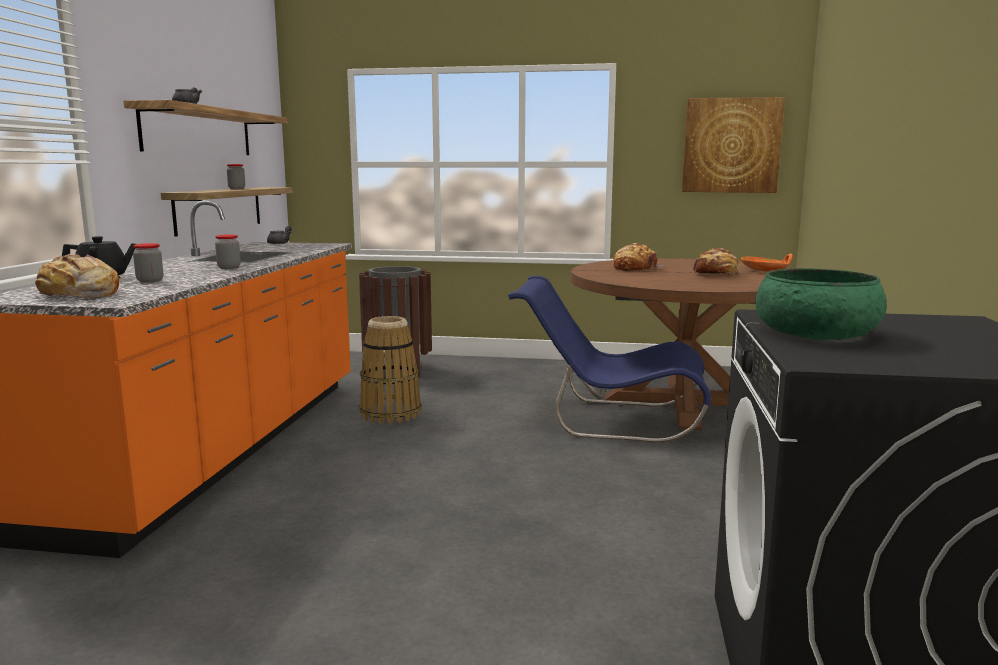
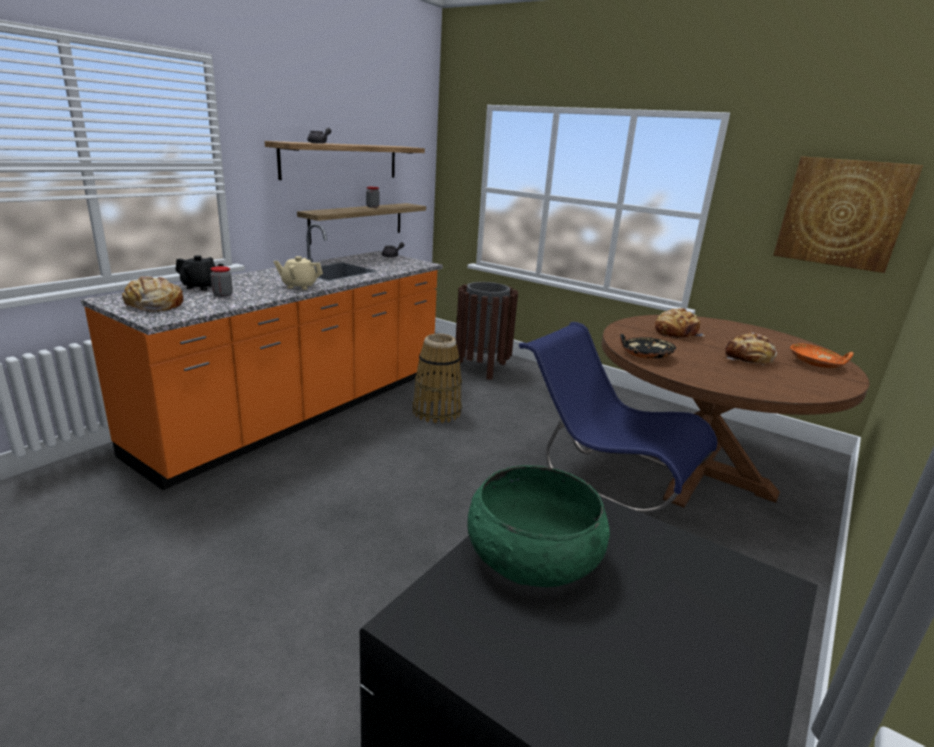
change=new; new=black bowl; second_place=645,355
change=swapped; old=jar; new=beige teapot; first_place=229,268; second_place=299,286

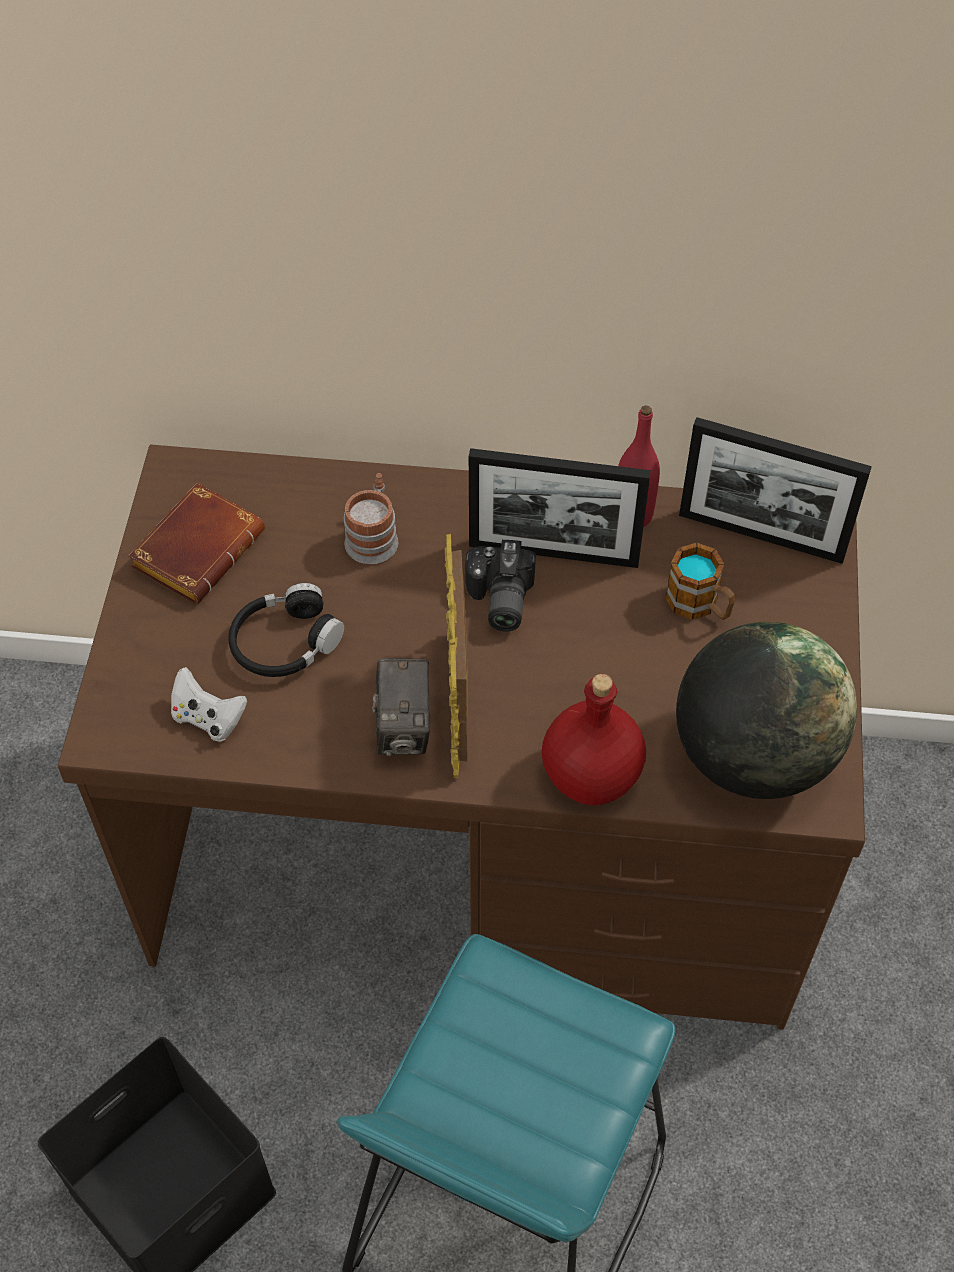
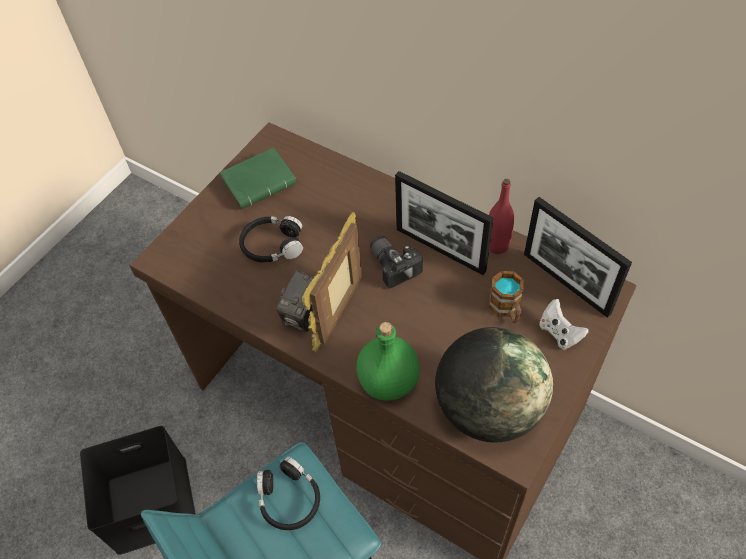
change=gone; old=mug; first_place=373,536
change=new; new=black headphones; second_place=289,498
change=shifted; old=white game controller; first_place=208,718; second_place=559,333
change=repainted; old=brown book; new=green book; first_place=198,547; second_place=260,181
change=repainted; old=red bottle; new=green bottle; first_place=591,778; second_place=388,382
change=rotated; old=photo camera; first_place=497,600; second_place=395,264; degrees=120

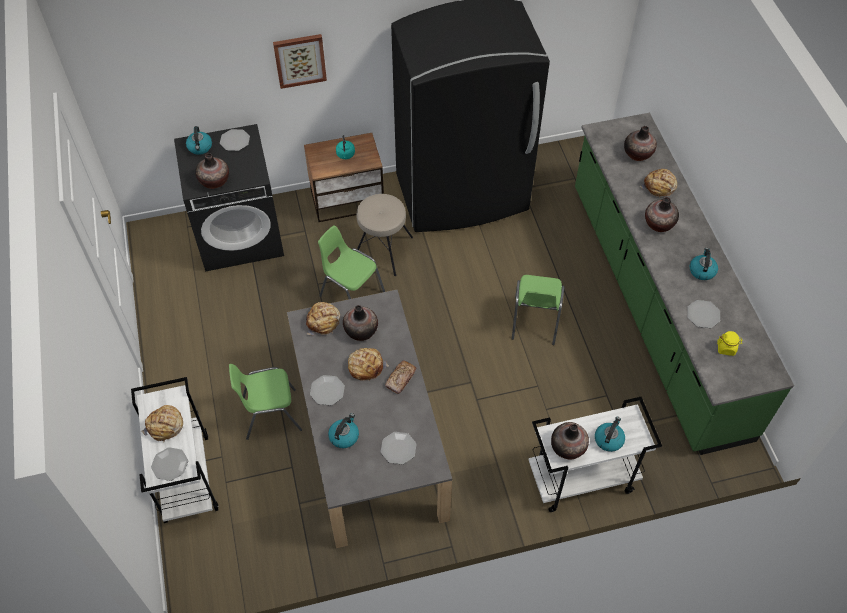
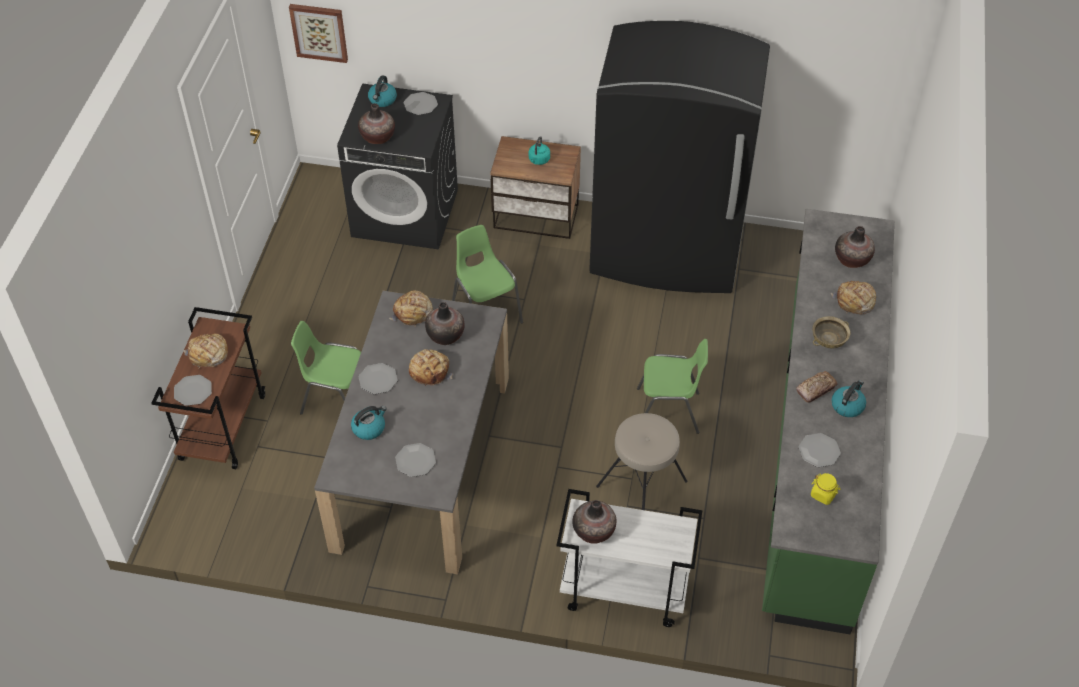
change=gone; old=kettle; first_place=608,439
change=shifted; old=picture; first_place=300,60; second_place=319,32
change=shifted; old=beige stool; first_place=383,250; second_place=642,484
change=shifted; old=bread; first_place=401,379; second_place=816,389
change=swapped; old=vase; new=beige bowl; first_place=659,223; second_place=829,340
change=repainted; old=white cart; new=brown cart; first_place=186,477; second_place=223,426
change=rotated; old=green chair; first_place=534,321; second_place=668,412; degrees=-120

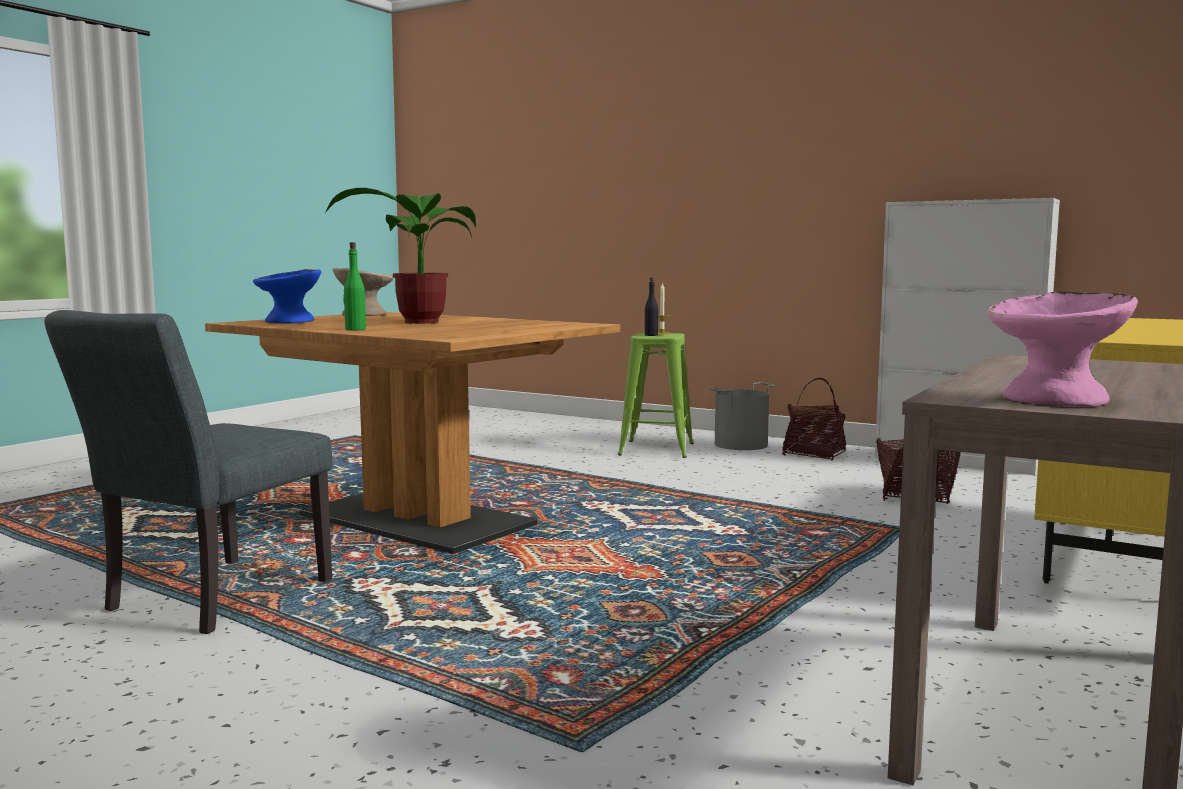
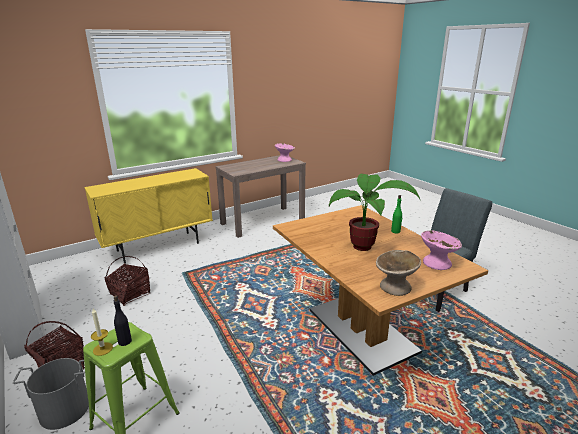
change=repainted; old=blue bowl; new=pink bowl; first_place=290,321; second_place=437,263

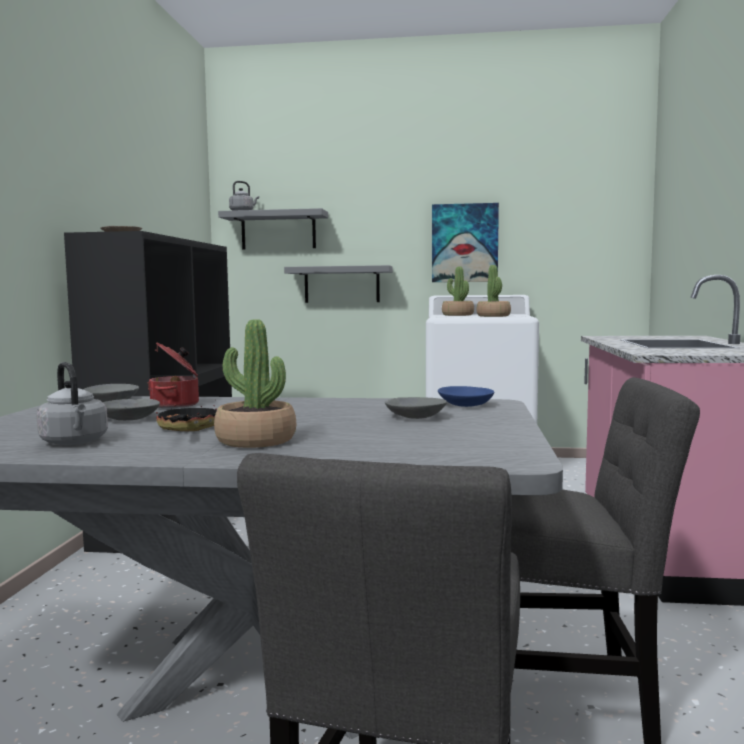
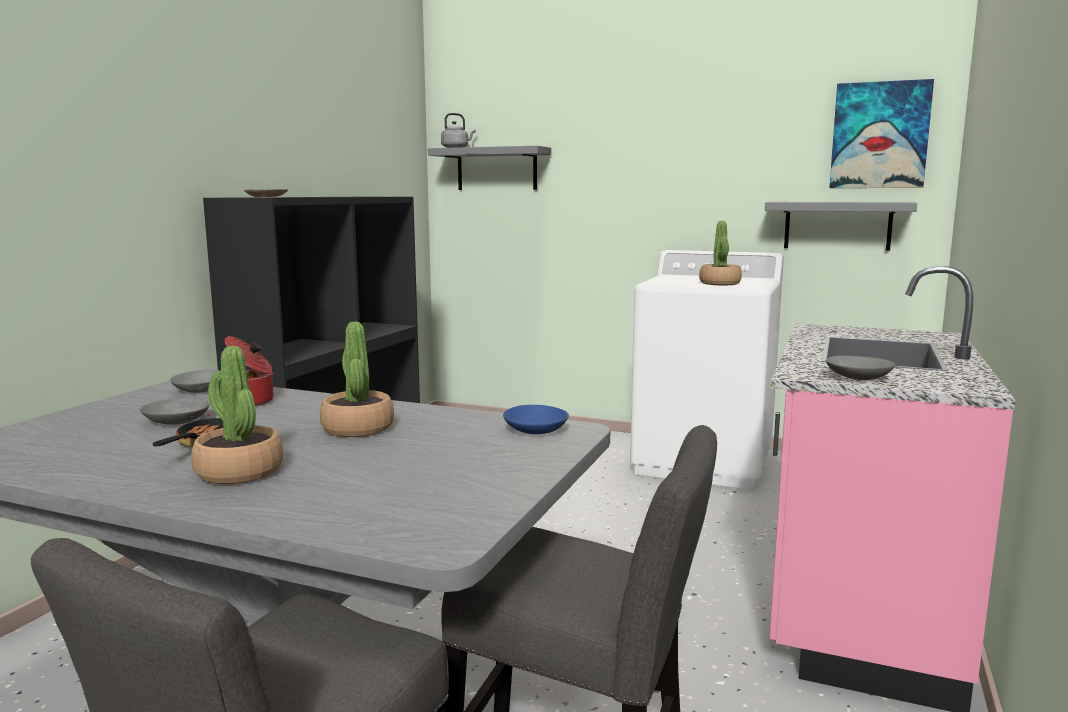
change=gone; old=grey kettle; first_place=75,442
change=shifted; old=grey shelf; first_place=342,284; second_place=837,225
change=shifted; old=grey bowl; first_place=415,417; second_place=858,377
change=shifted; old=picture; first_place=464,243; second_place=879,135
change=shifted; old=potted plant; first_place=457,315; second_place=357,428

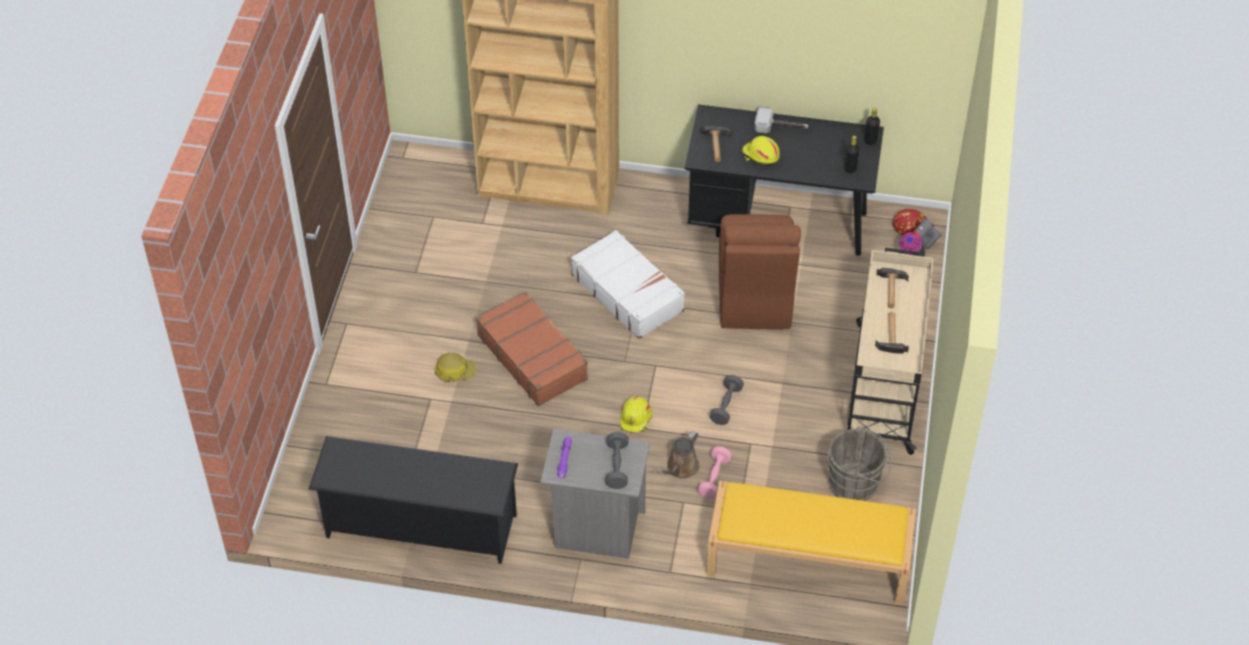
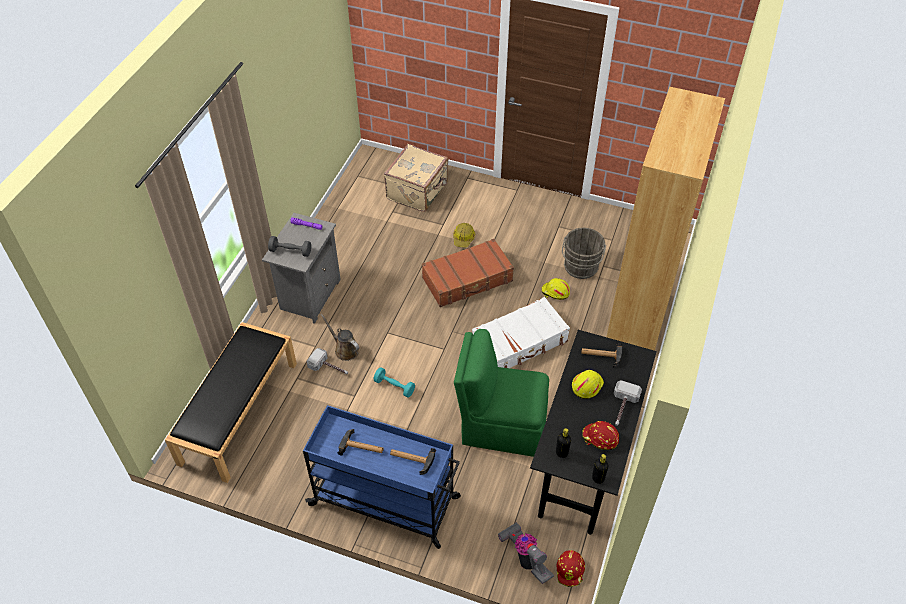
change=gone; old=black shoe rack; first_place=420,526
change=new; new=beige suitcase; second_place=418,191
change=new; new=red hard hat; second_place=600,438
change=shifted; old=yellow hard hat; first_place=636,419; second_place=555,292
change=shifted; old=grey bucket; first_place=856,483; second_place=580,268
change=swapped; old=pink dumbbell; new=hammer; first_place=714,478; second_place=330,368
change=repainted; old=yellow bench; new=black bench; first_place=807,560; second_place=239,411
change=repainted; old=grey dumbbell; new=turquoise dumbbell; first_place=726,405; second_place=394,386
change=repainted; old=brown chair; new=green chair; first_place=754,297; second_place=501,425
change=repainted; old=beige cart; new=blue cart; first_place=883,385; second_place=386,501

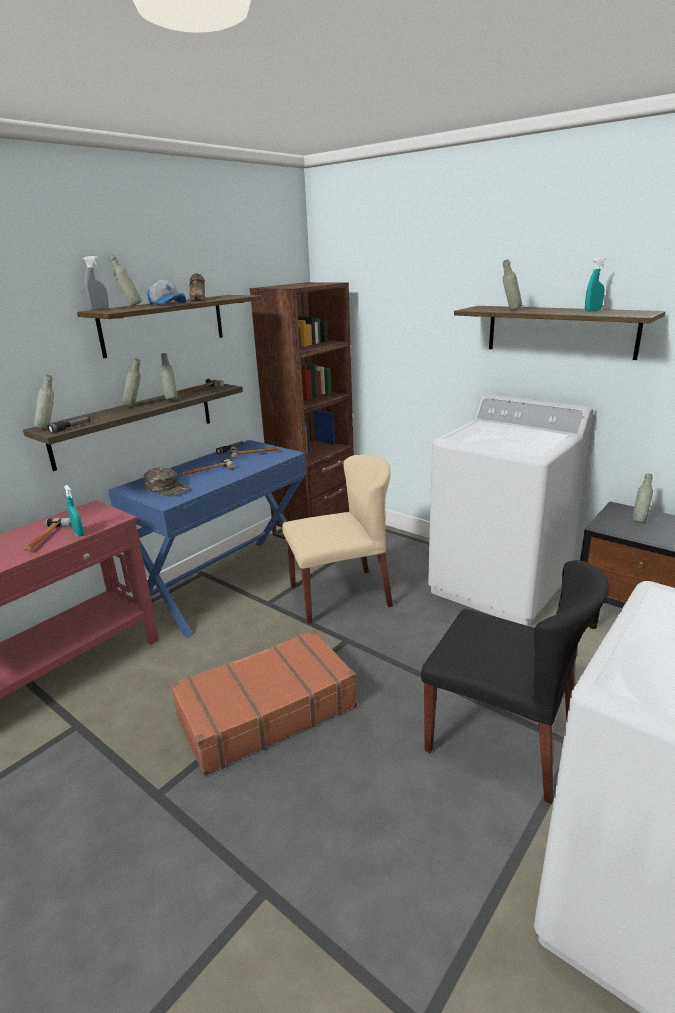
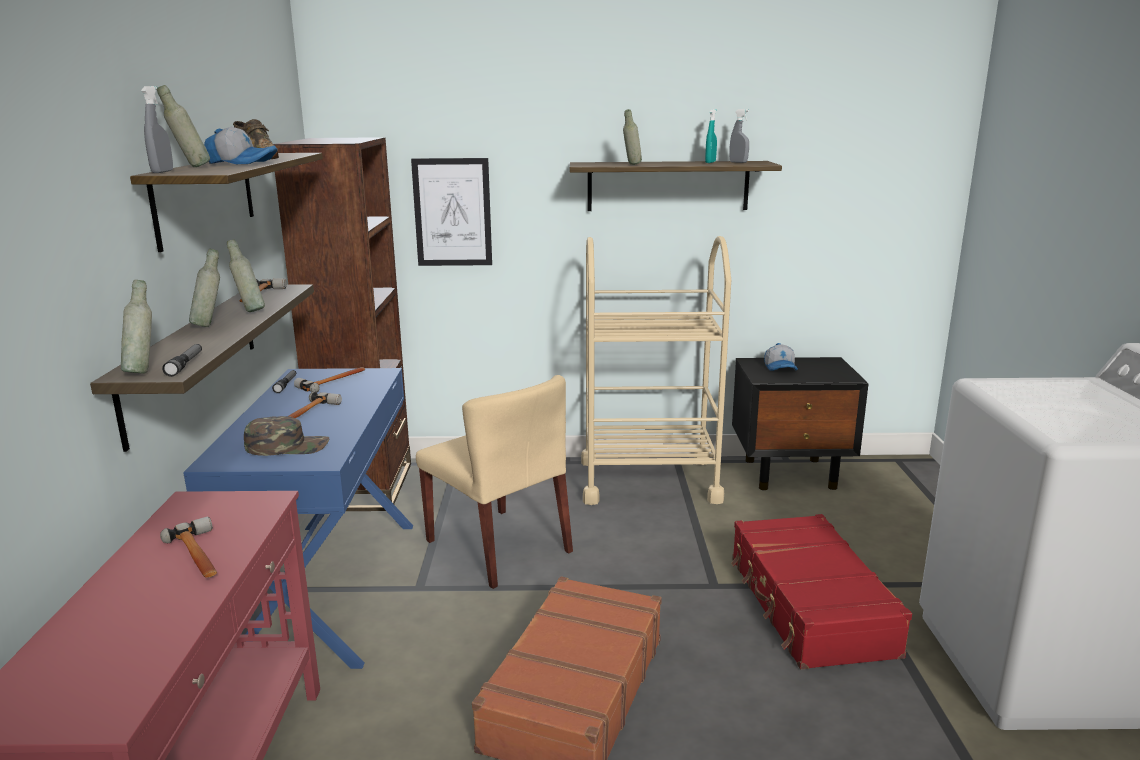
change=gone; old=turquoise spray bottle; first_place=78,533
change=new; new=picture; second_place=452,212
change=new; new=grey spray bottle; second_place=738,162
change=swapped; old=black chair; new=red suitcase; first_place=502,739; second_place=808,606
change=swapped; old=white washing machine; new=beige cart; first_place=499,586; second_place=648,481
change=swapped; old=grey bottle; new=cap; first_place=639,520; second_place=781,367
change=rotated; old=beige chair; first_place=340,595; second_place=499,546; degrees=105

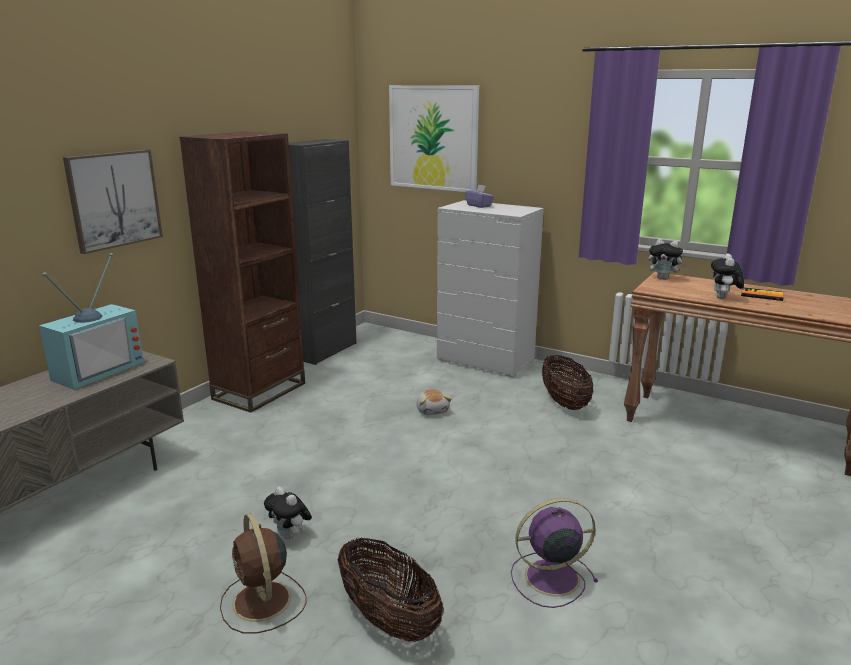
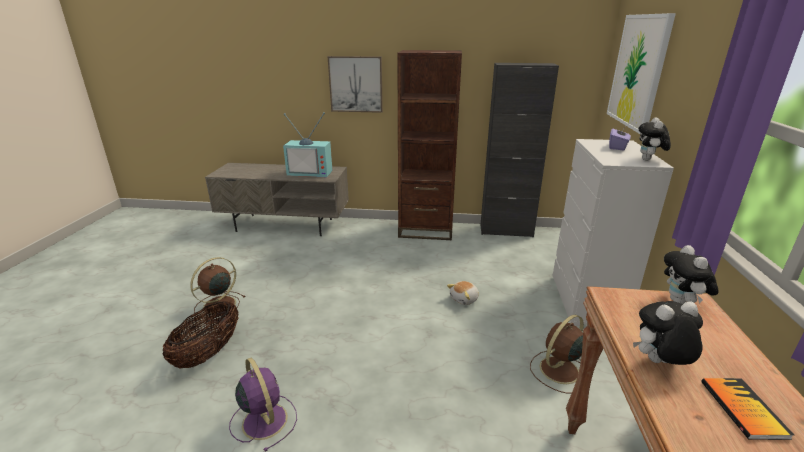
change=shifted; old=plush toy; first_place=290,536; second_place=648,160
change=swapped; old=basket; new=brown fan; first_place=564,403; second_place=558,371

